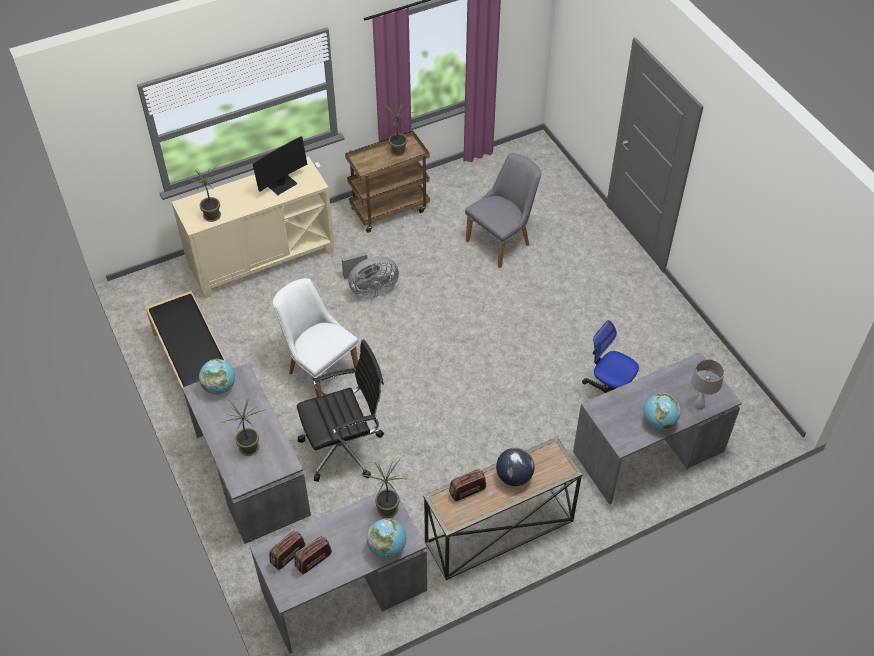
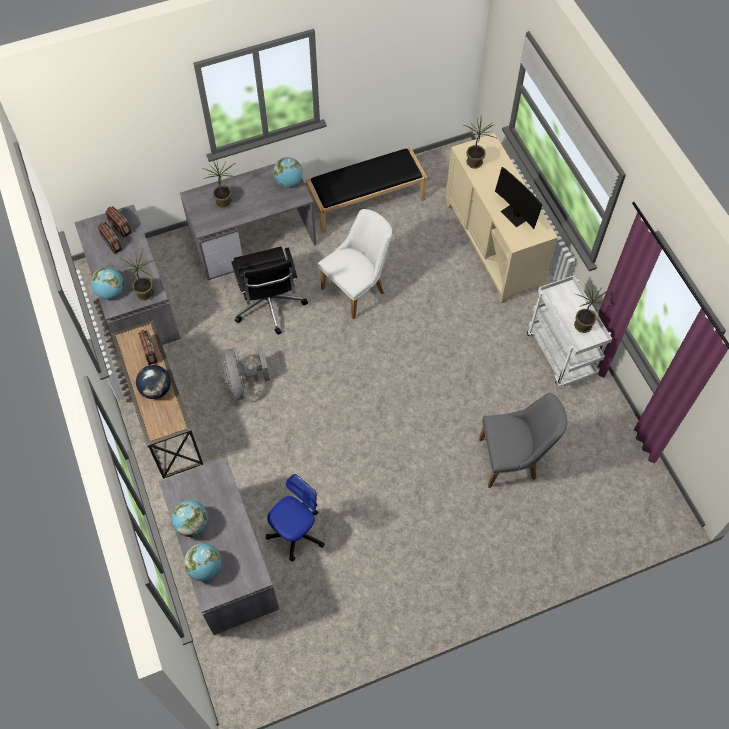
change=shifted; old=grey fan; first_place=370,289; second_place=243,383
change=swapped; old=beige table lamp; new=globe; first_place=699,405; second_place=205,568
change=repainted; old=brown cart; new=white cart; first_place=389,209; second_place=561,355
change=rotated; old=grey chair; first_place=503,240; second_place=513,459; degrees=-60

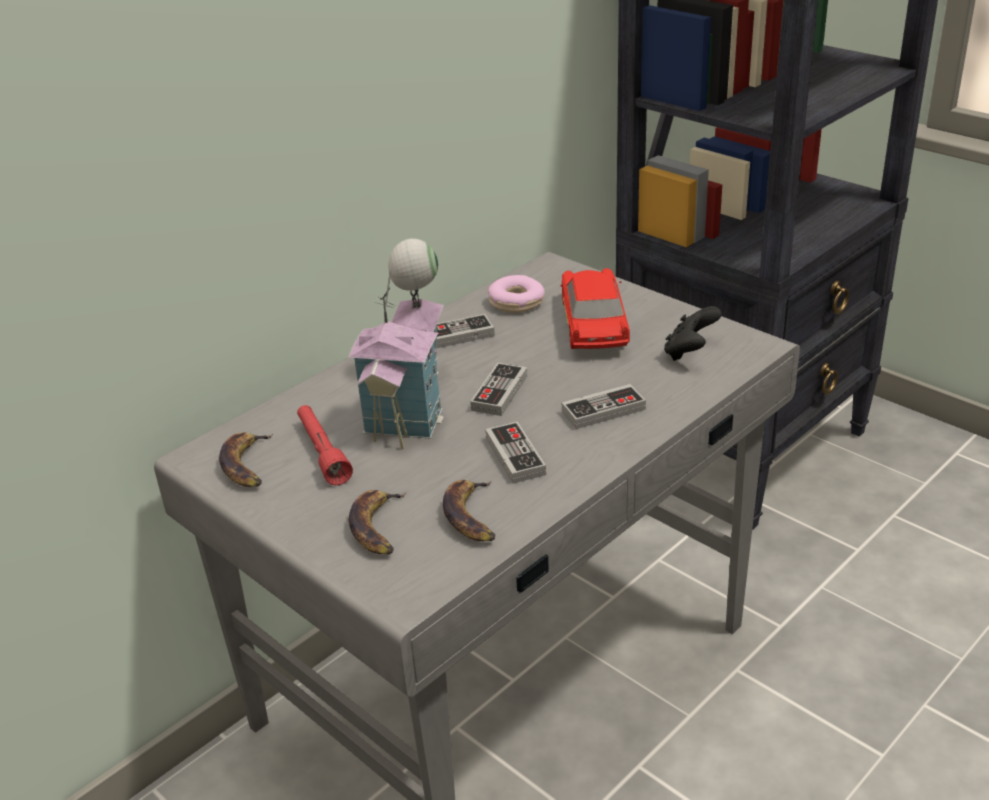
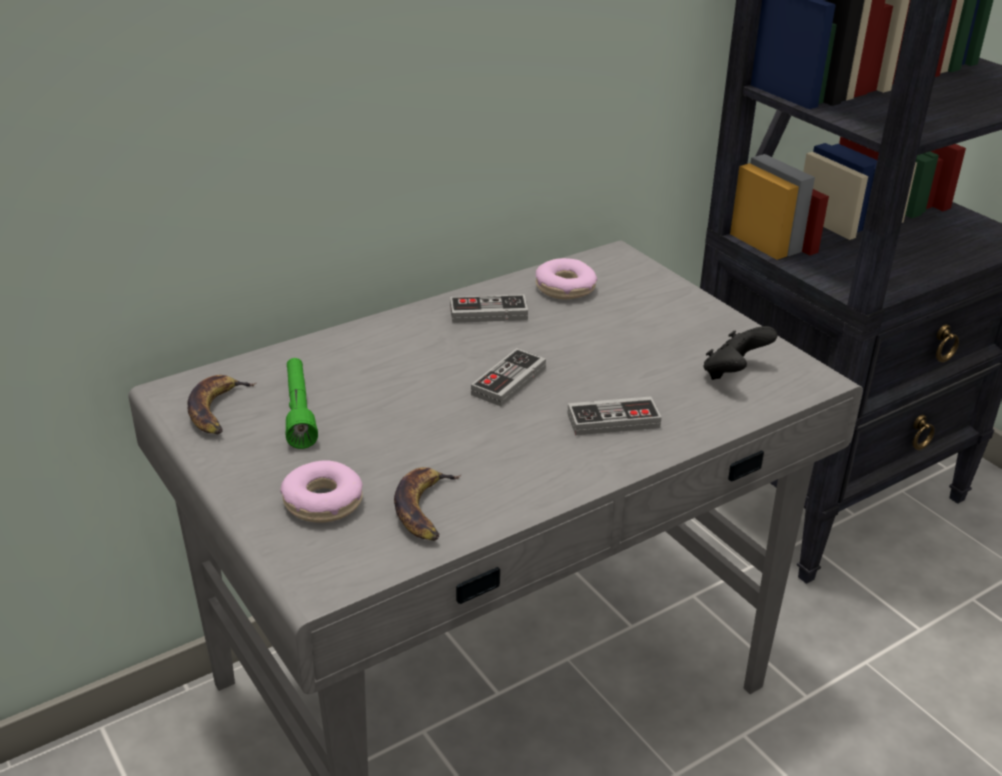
change=gone; old=toy house; first_place=411,404
change=gone; old=game controller; first_place=515,456
change=gone; old=red toy car; first_place=593,324
change=swapped; old=banana; new=donut; first_place=378,527; second_place=323,502
change=repainted; old=red flashlight; new=green flashlight; first_place=322,452; second_place=299,411

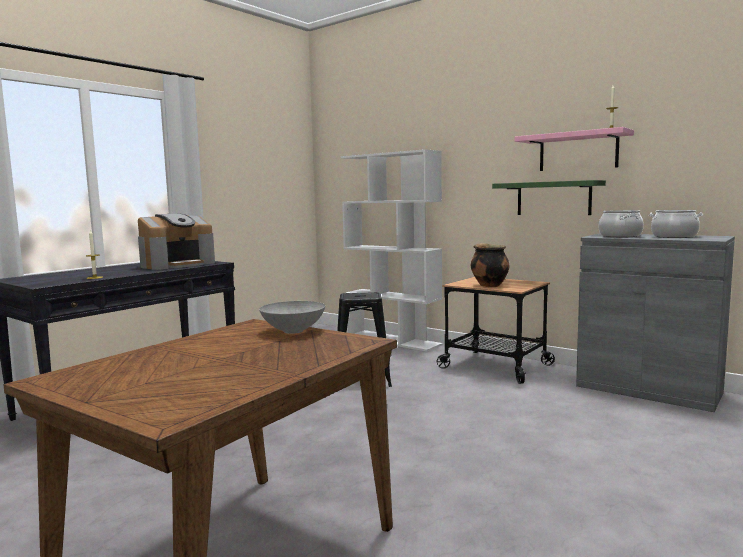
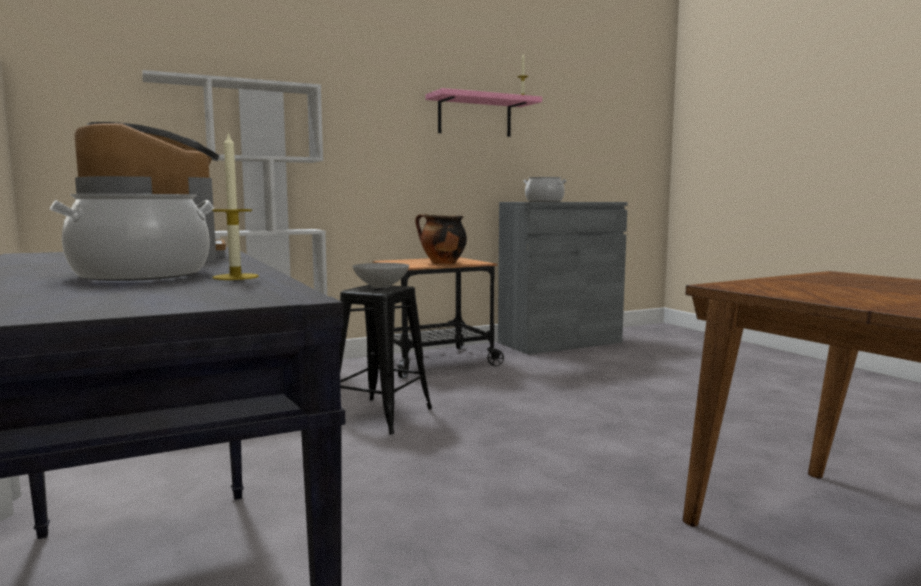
change=gone; old=green shelf; first_place=553,198
change=shifted; old=grey bowl; first_place=293,330; second_place=380,286
change=shifted; old=cooking pot; first_place=674,236; second_place=141,274

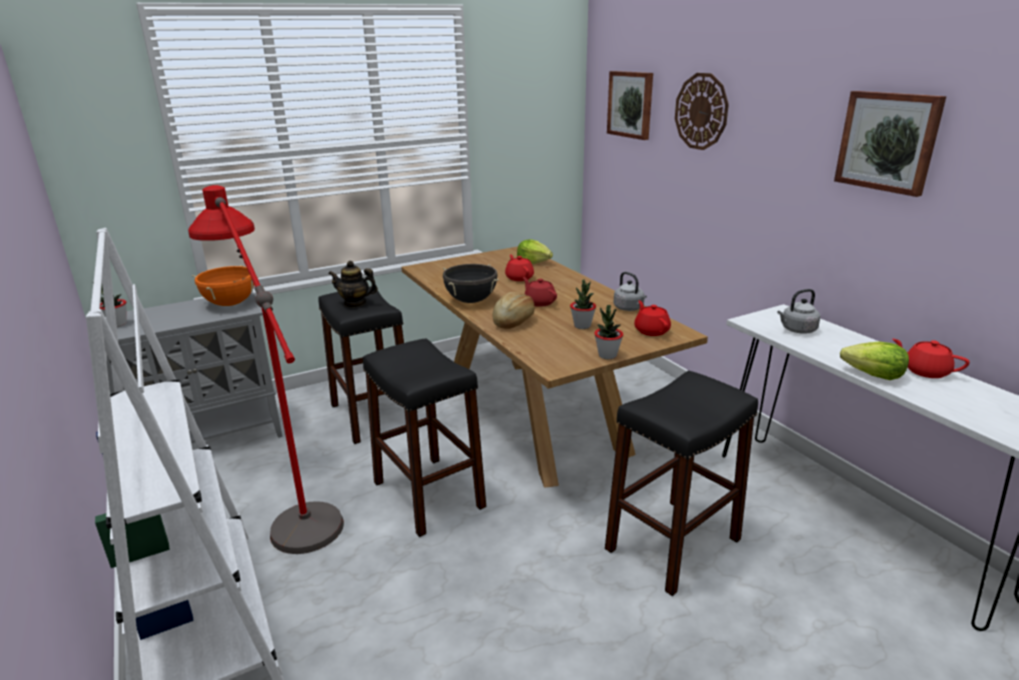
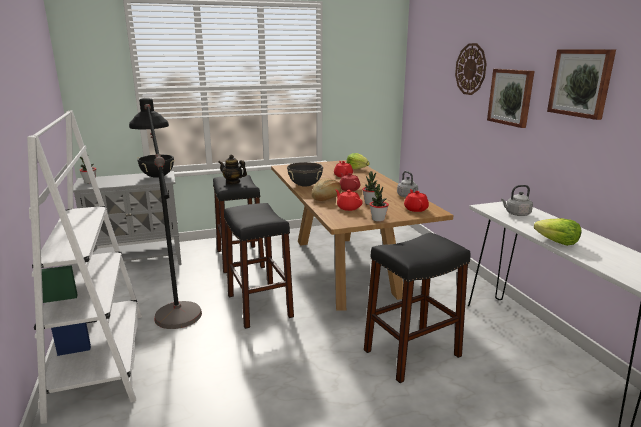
change=shifted; old=picture; first_place=631,104; second_place=511,97
change=shifted; old=red teapot; first_place=925,371; second_place=348,208
change=repainted; old=red floor lamp; new=black floor lamp; first_place=291,502; second_place=174,300
change=repainted; old=orange cooking pot; new=black cooking pot; first_place=230,304; second_place=158,177

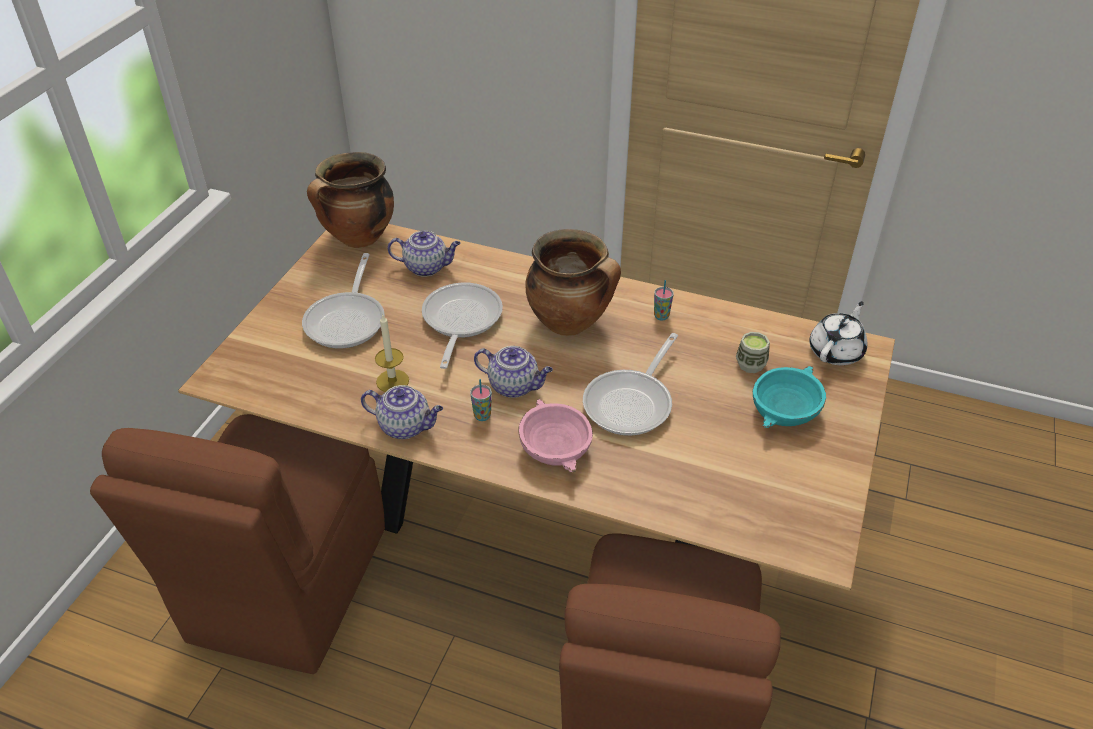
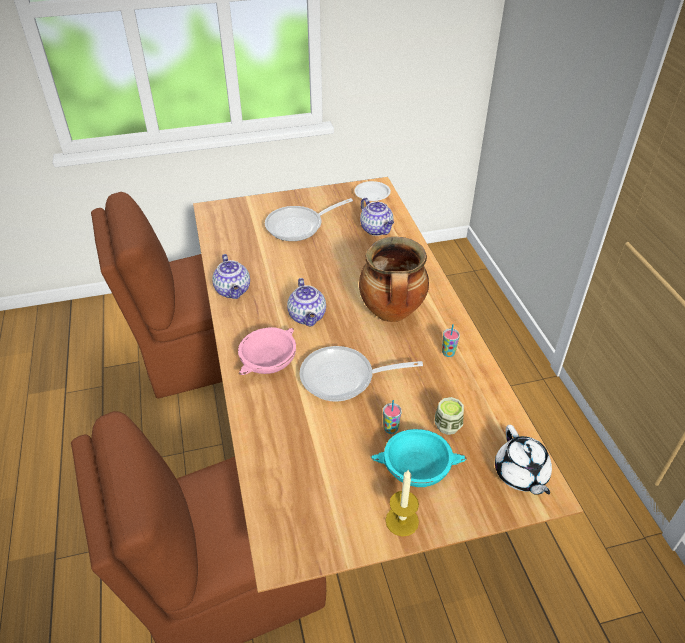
change=gone; old=frying pan; first_place=460,321
change=shifted; old=candle; first_place=392,381; second_place=402,521
change=shifted; old=cup; first_place=482,416; second_place=390,429
change=swapped; old=cooking pot; new=white plate; first_place=359,239; second_place=372,194
change=rotated; old=white teapot; first_place=836,351; second_place=521,474; degrees=75

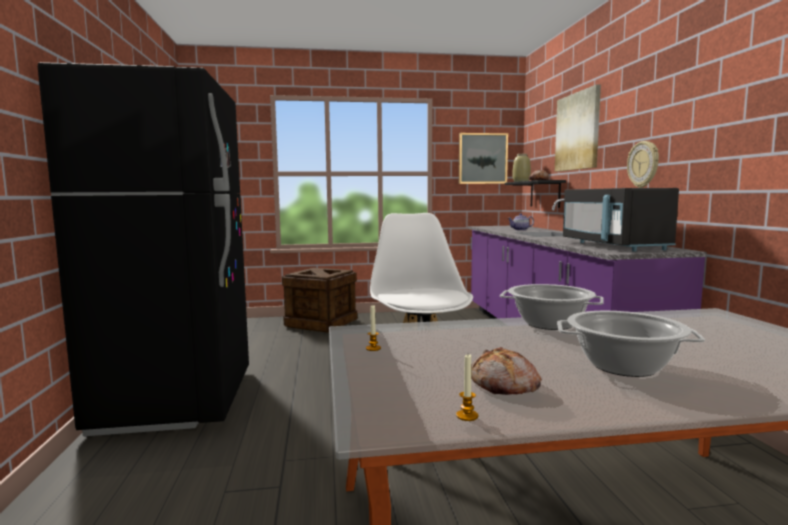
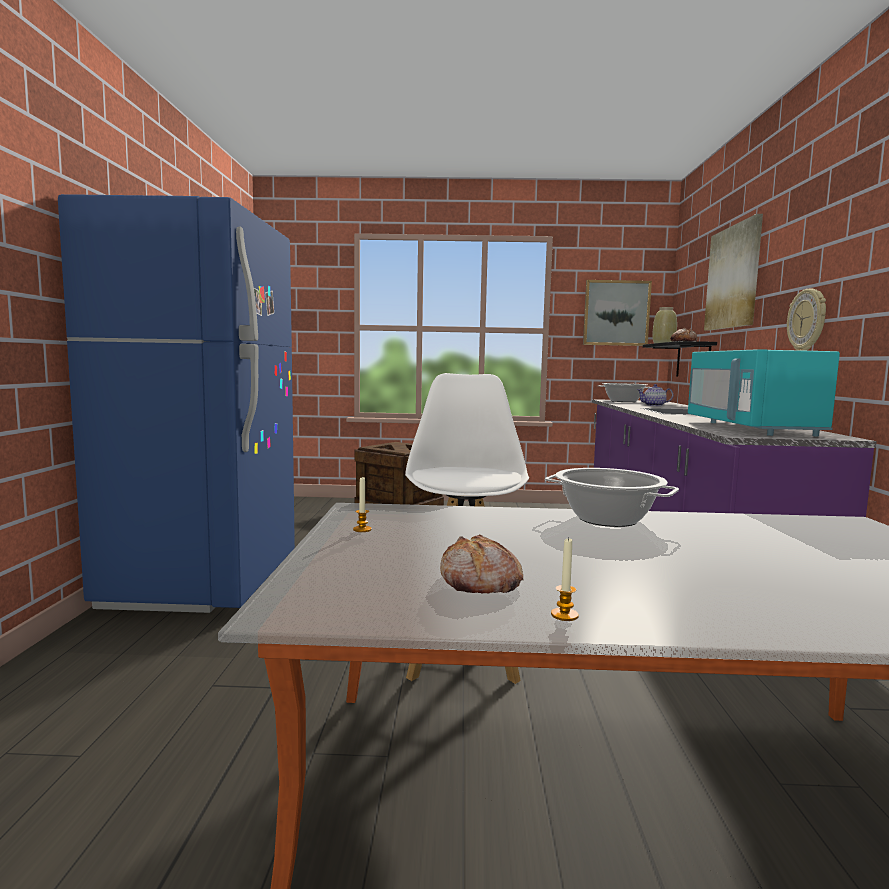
change=shifted; old=candle; first_place=467,416; second_place=564,615
change=shifted; old=cooking pot; first_place=623,366; second_place=623,401
change=repainted; old=black fridge; new=blue fridge; first_place=177,400; second_place=204,581
change=repainted; old=black microwave; new=turquoise microwave; first_place=613,246; second_place=751,428

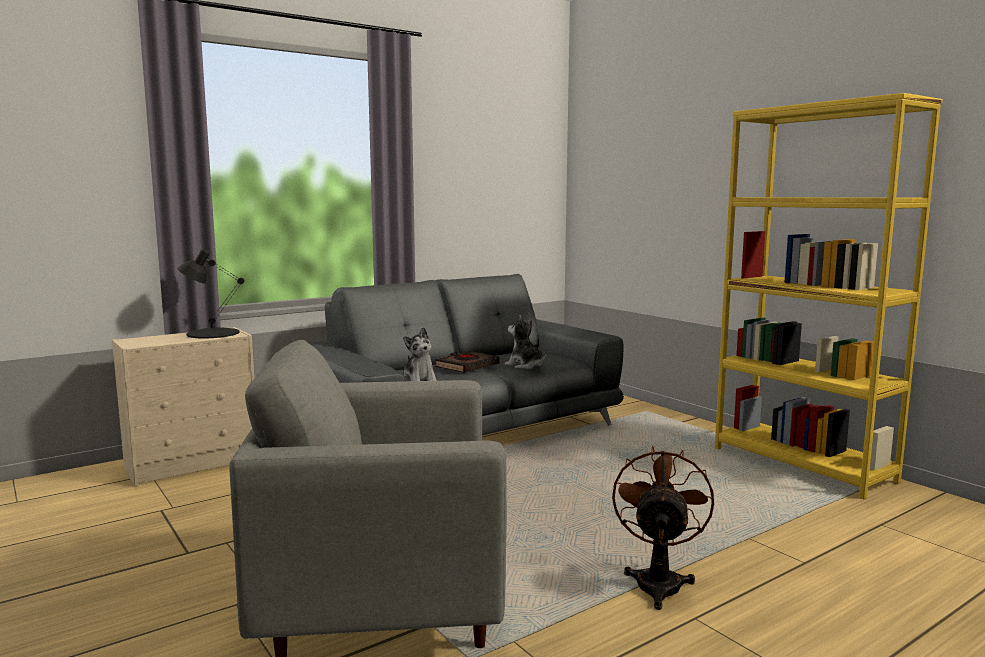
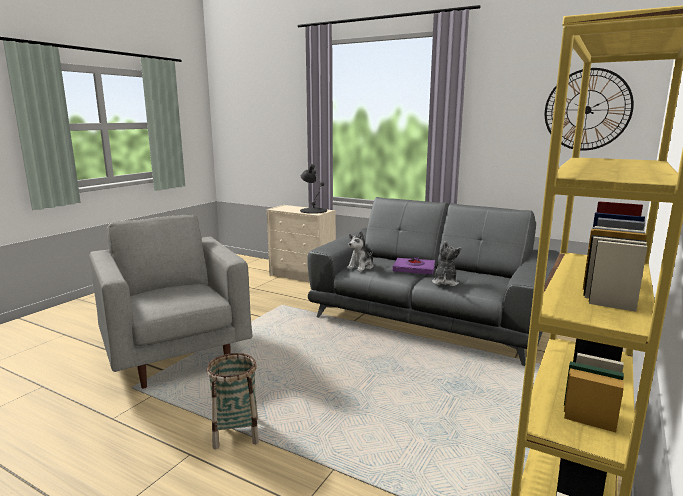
change=new; new=wall clock; second_place=587,110
change=swapped; old=brown fan; new=basket; first_place=658,581; second_place=236,432
change=repainted; old=black book; new=purple book; first_place=467,366; second_place=414,269

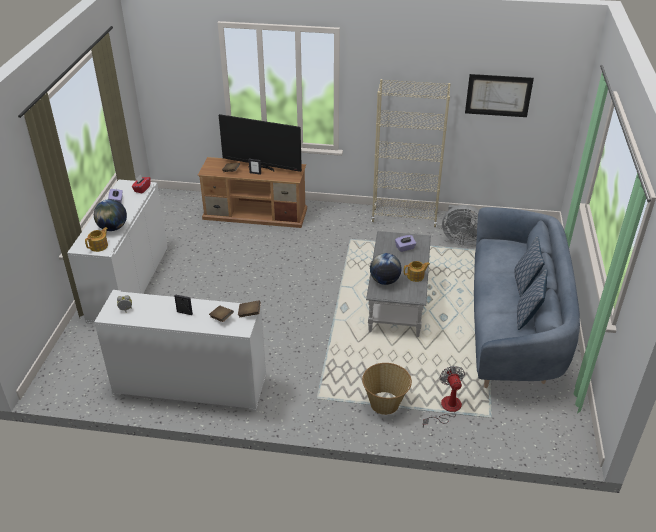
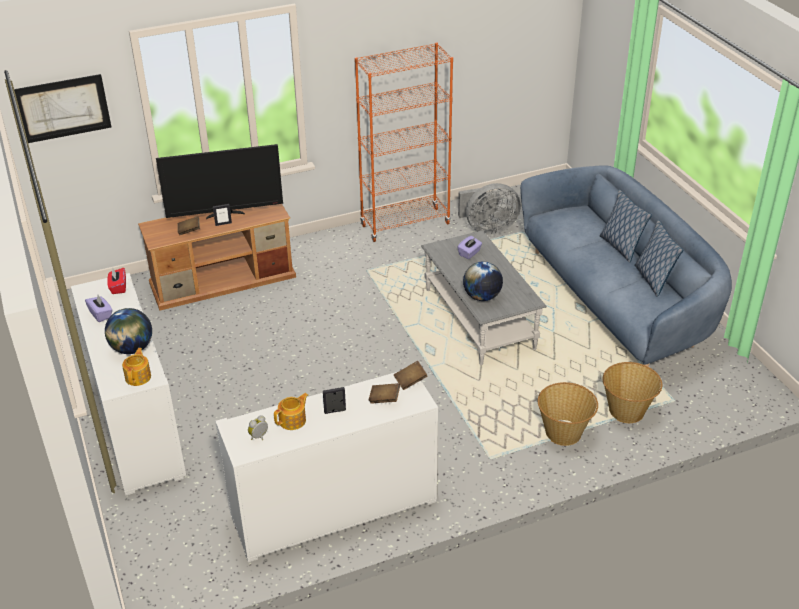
change=shifted; old=teapot; first_place=416,276; second_place=293,420
change=shifted; old=picture; first_place=498,95; second_place=62,108
change=swapped; old=fan; new=basket; first_place=446,409; second_place=627,411
change=repainted; old=beige bookcase; new=orange bookcase; first_place=404,218; second_place=405,225

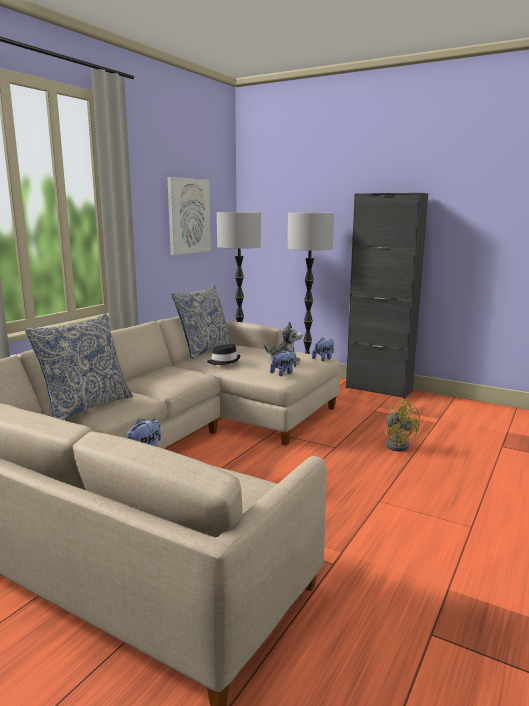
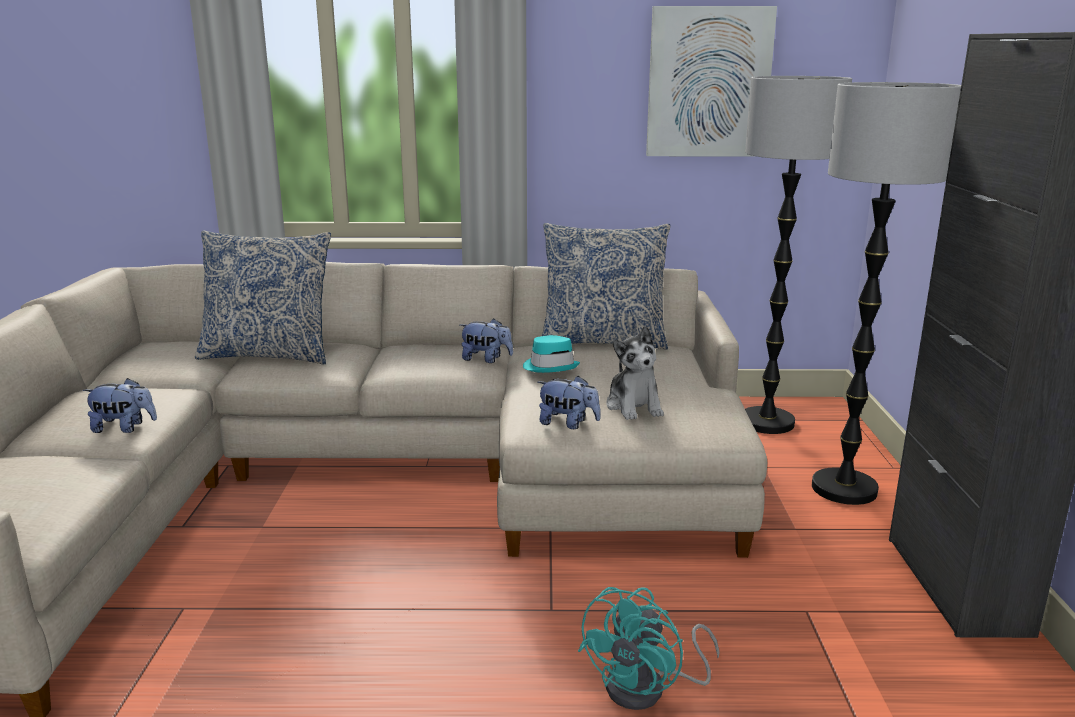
change=shifted; old=plush toy; first_place=323,359; second_place=486,359
change=repainted; old=black hat; new=turquoise hat; first_place=224,361; second_place=550,366
change=repainted; old=yellow fan; new=turquoise fan; first_place=397,444; second_place=648,689

